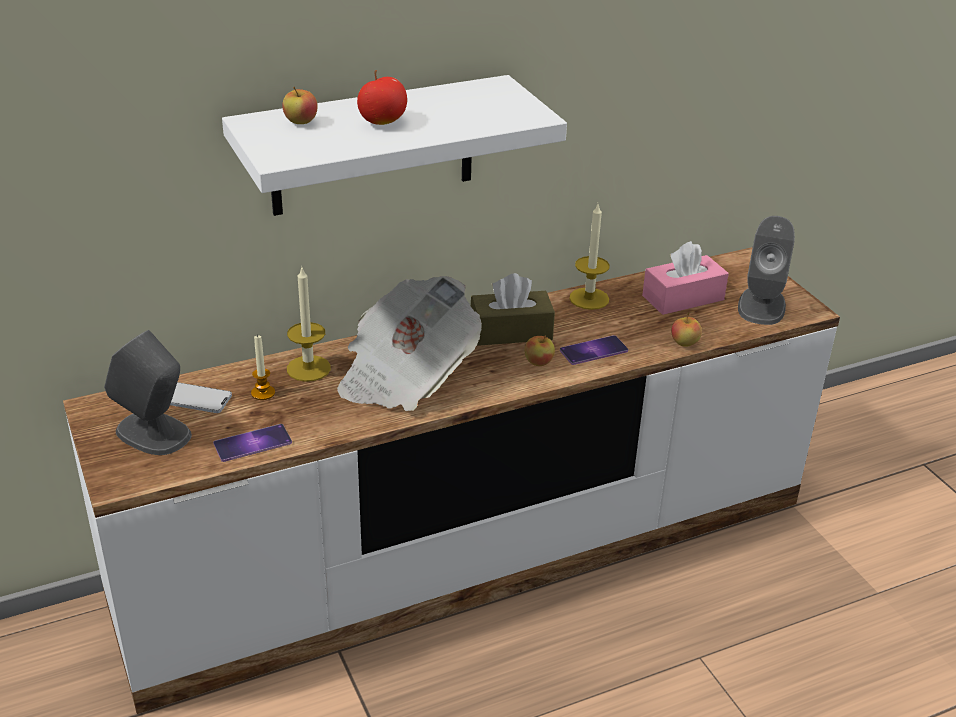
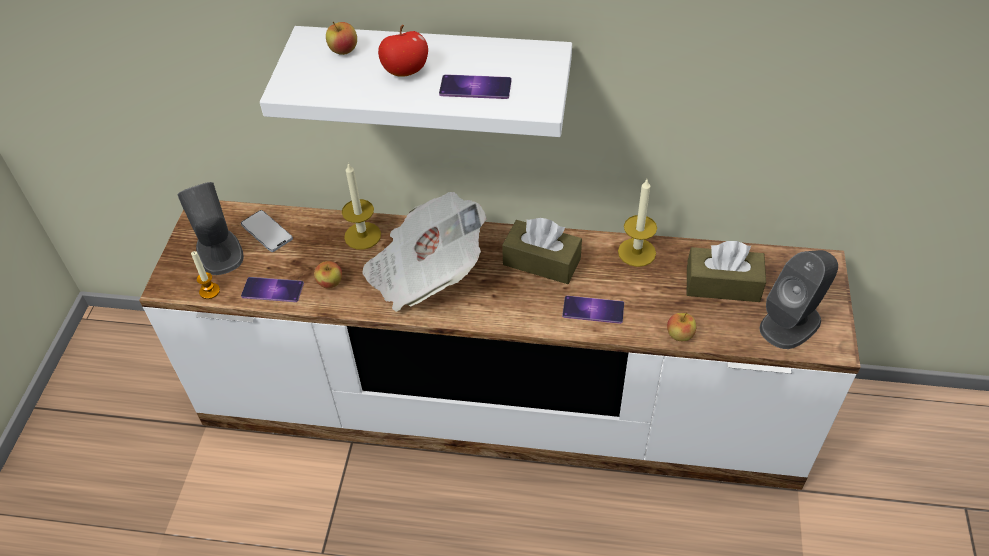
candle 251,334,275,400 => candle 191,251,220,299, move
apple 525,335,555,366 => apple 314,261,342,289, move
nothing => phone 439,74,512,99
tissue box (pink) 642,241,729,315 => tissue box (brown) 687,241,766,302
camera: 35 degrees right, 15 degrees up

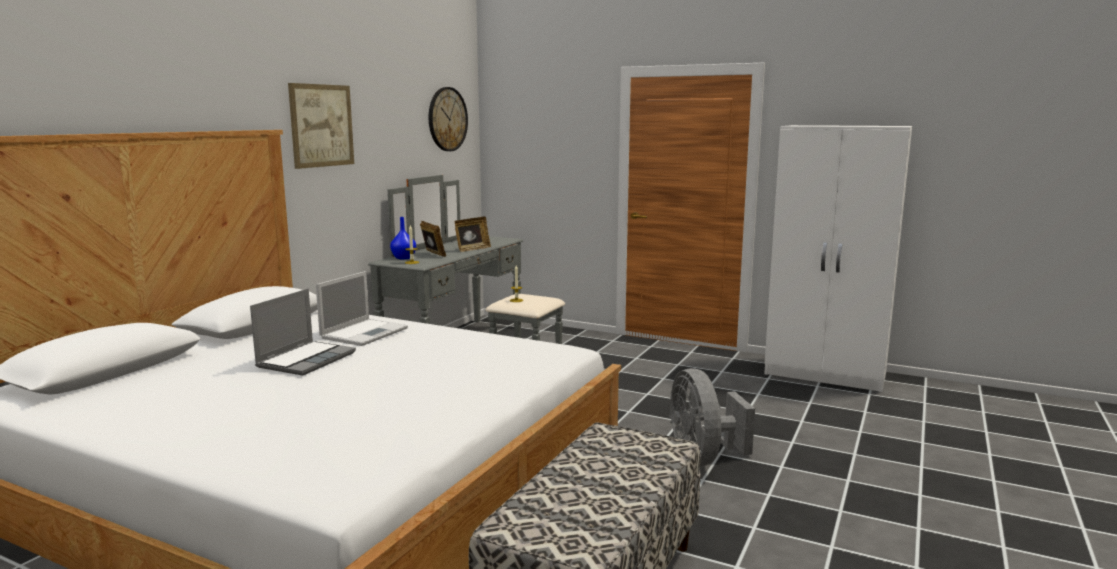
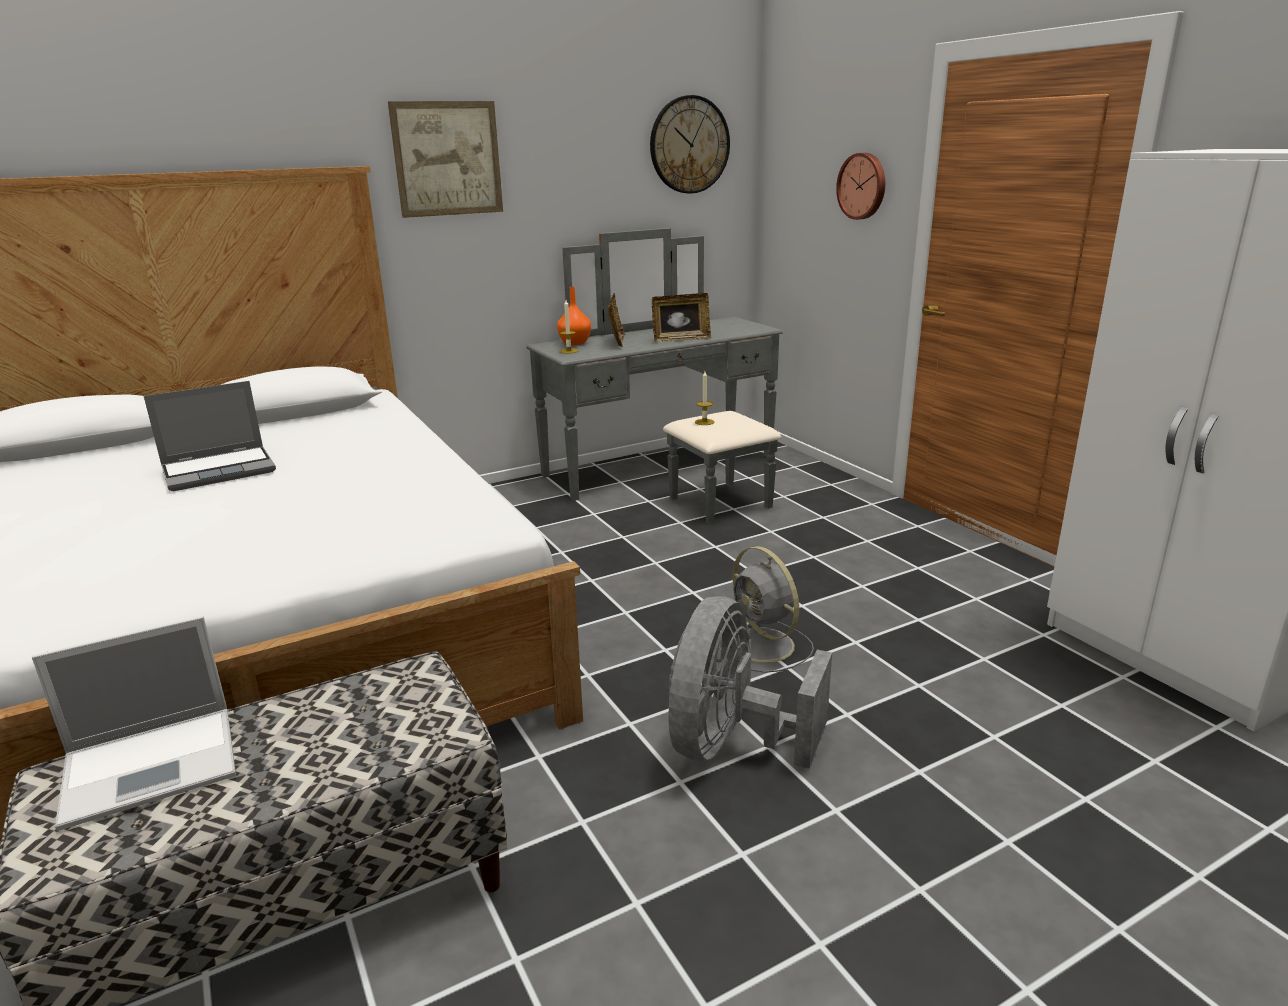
laptop 316,271,408,346 => laptop 32,616,236,831, move
vase (blue) 390,217,416,259 => vase (orange) 557,287,591,345
nothing => fan (grey) 719,546,814,673
nothing => wall clock 836,153,885,220
camera: 35 degrees right, 10 degrees up

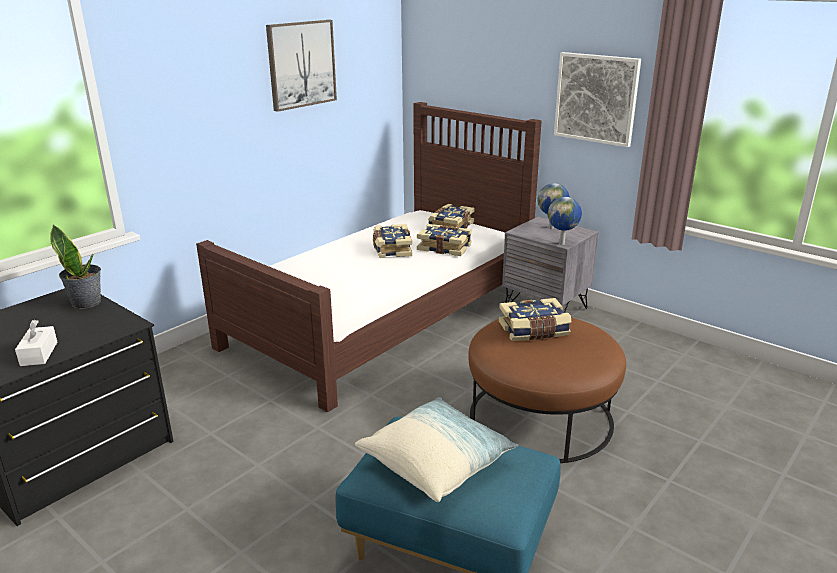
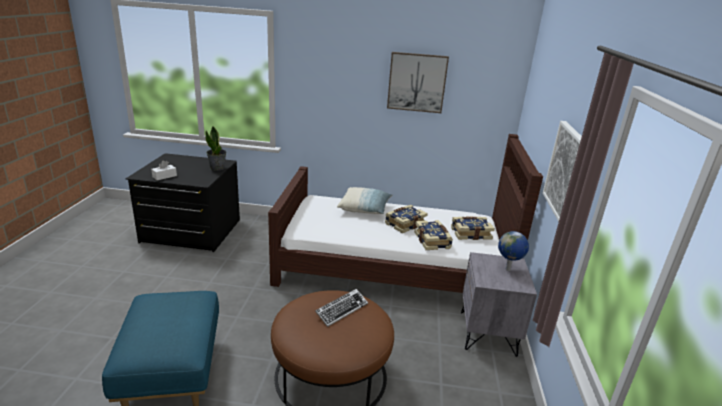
book 499,298,572,341 => keyboard 315,289,368,327
pillow 355,397,518,502 => pillow 337,187,393,214, move
globe 548,197,582,245 => nothing
camera: 55 degrees right, 0 degrees up

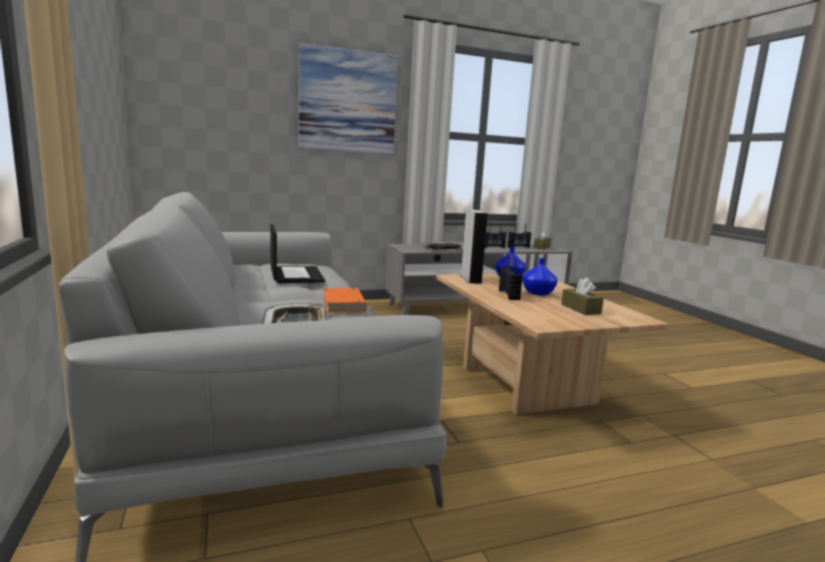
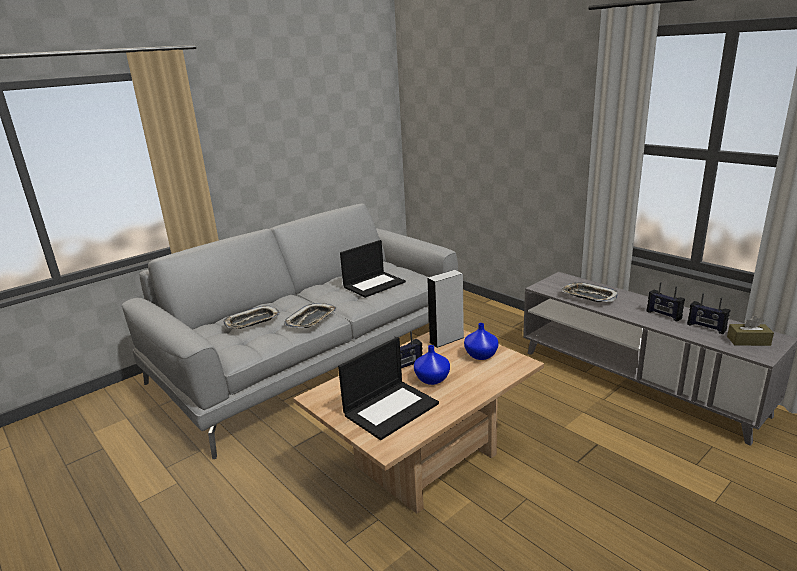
book (orange) 323,288,367,313 => tray 284,303,336,328
tissue box (brown) 561,278,604,315 => laptop 338,337,439,440
picture 299,43,398,155 => nothing
camera: 70 degrees right, 10 degrees up

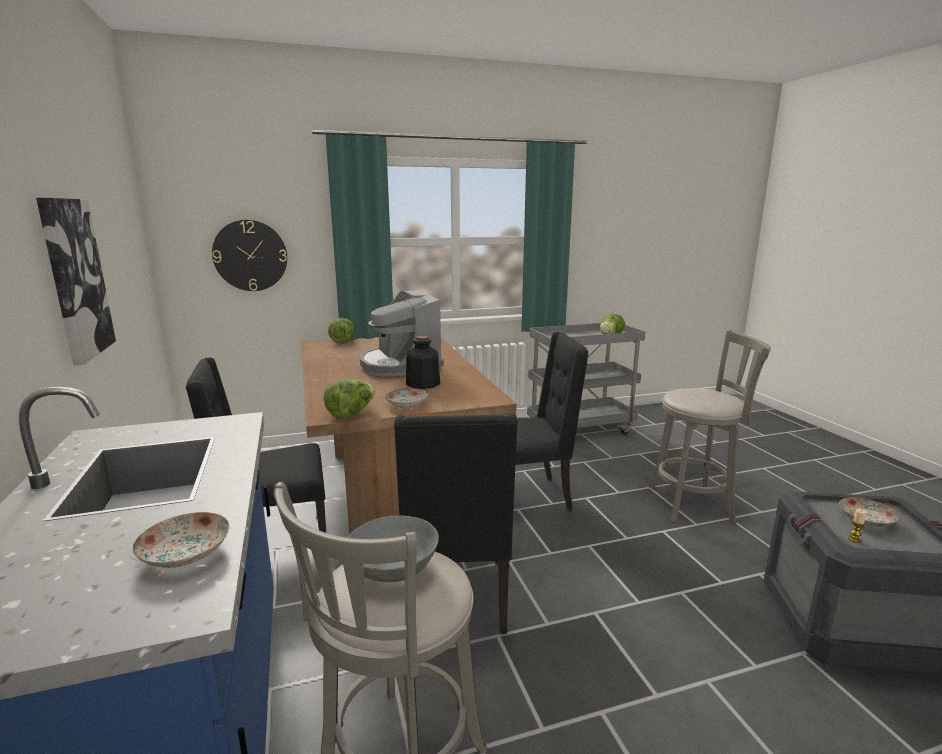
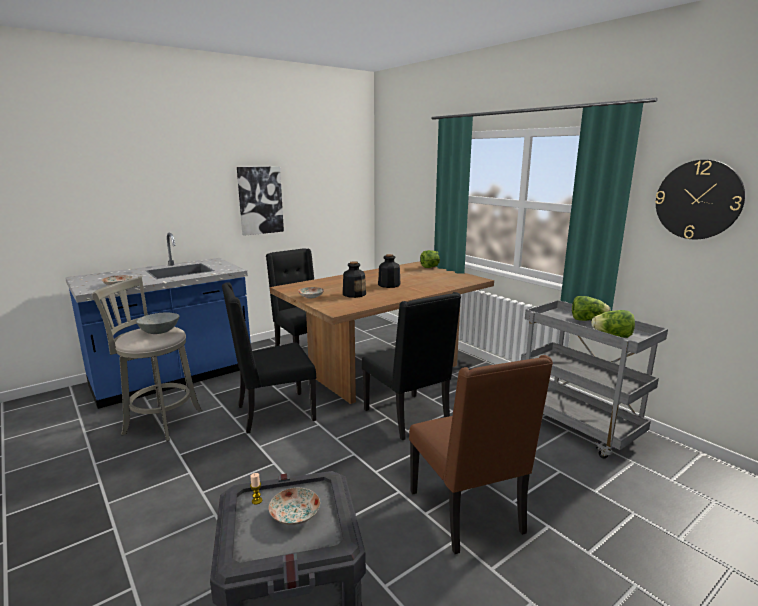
coffee machine 360,290,444,377 => bottle 378,254,401,288
stool (grey) 649,330,771,524 => chair (brown) 409,355,553,554
lettuce 324,379,375,419 => lettuce 572,296,610,321, move
wall clock 212,220,287,291 => wall clock 655,160,745,239, move
camera: 70 degrees right, 0 degrees up

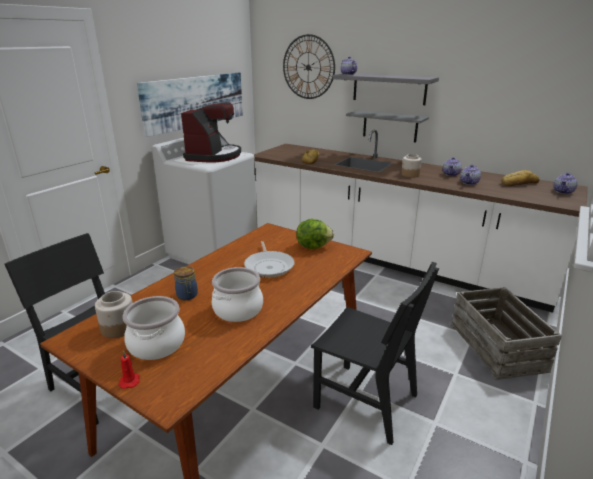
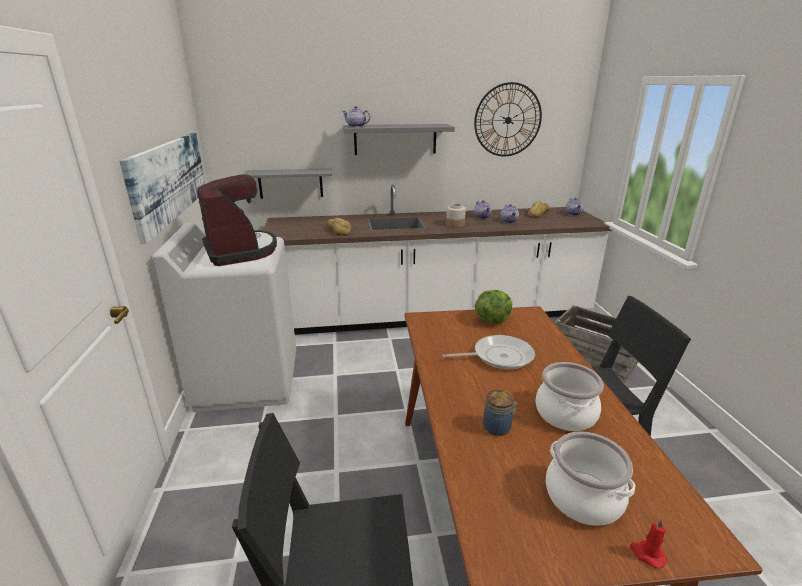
shelf (grey) 346,110,429,143 => shelf (grey) 243,168,332,199, move
frying pan 244,241,295,278 => frying pan 443,335,535,370, 45 degrees counterclockwise
wall clock 283,34,335,99 => wall clock 474,82,542,156, move
jar 95,291,133,338 => nothing
camera: 40 degrees left, 0 degrees up

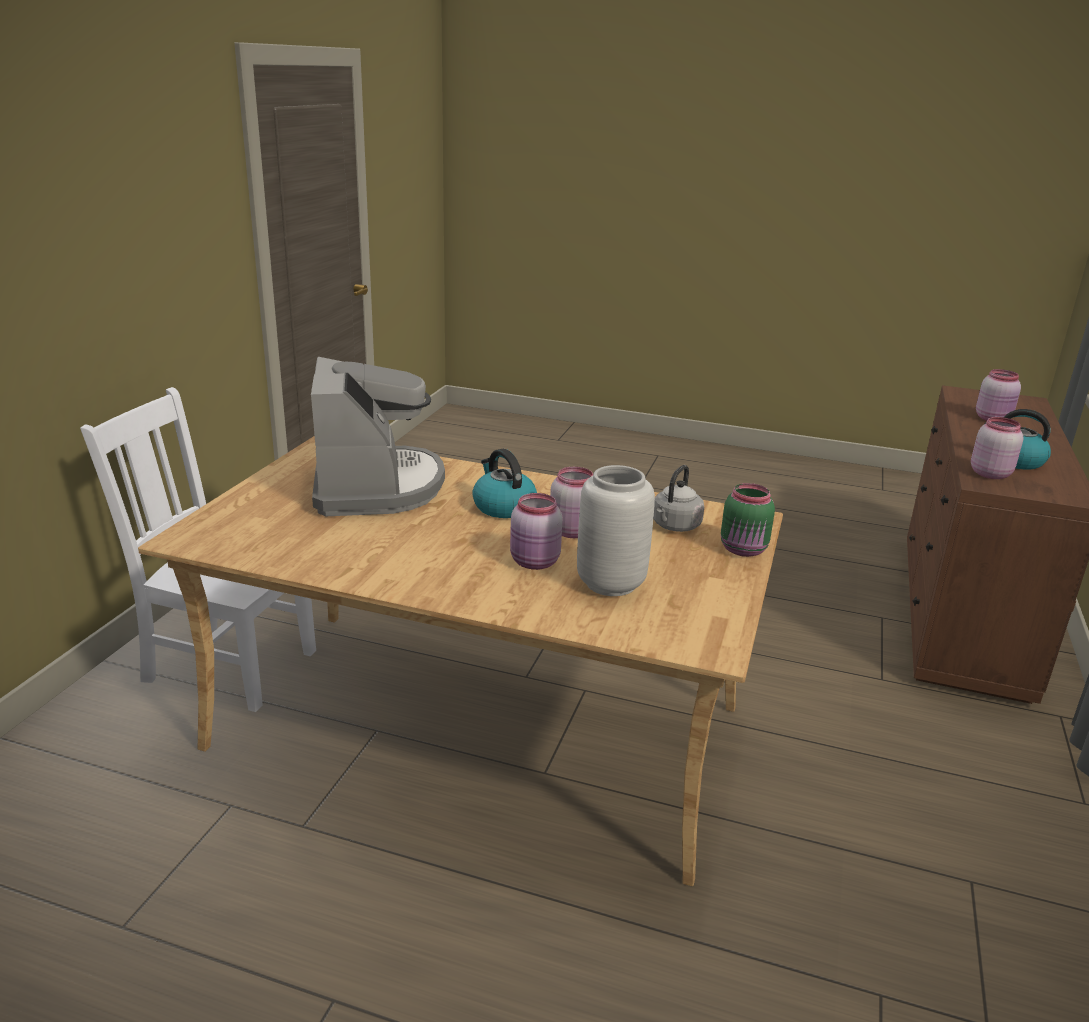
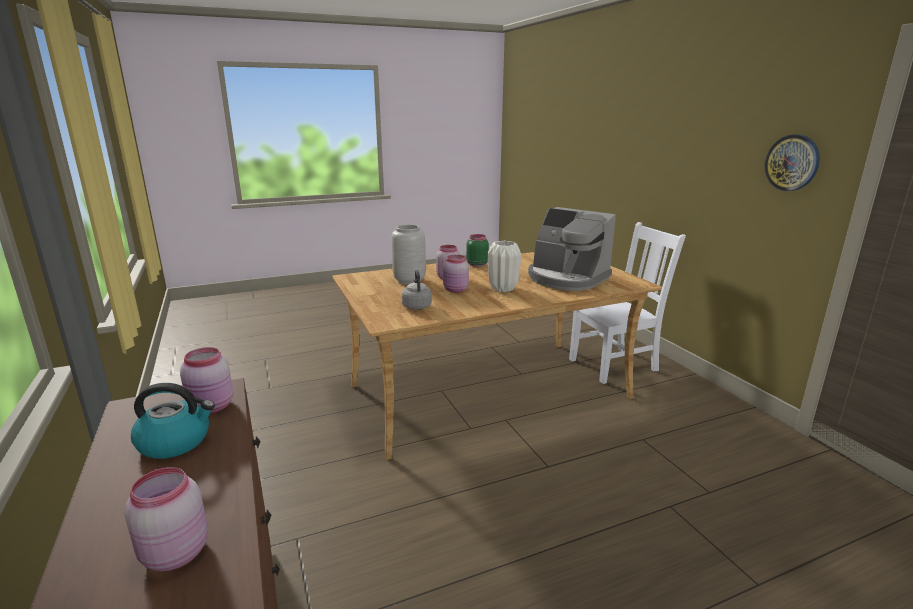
jar (green) 721,483,775,557 => jar (green) 466,234,489,267, move
kettle 472,449,537,518 => vase (white) 488,241,521,292
nothing => wall clock 764,134,820,191
camera: 140 degrees right, 5 degrees down

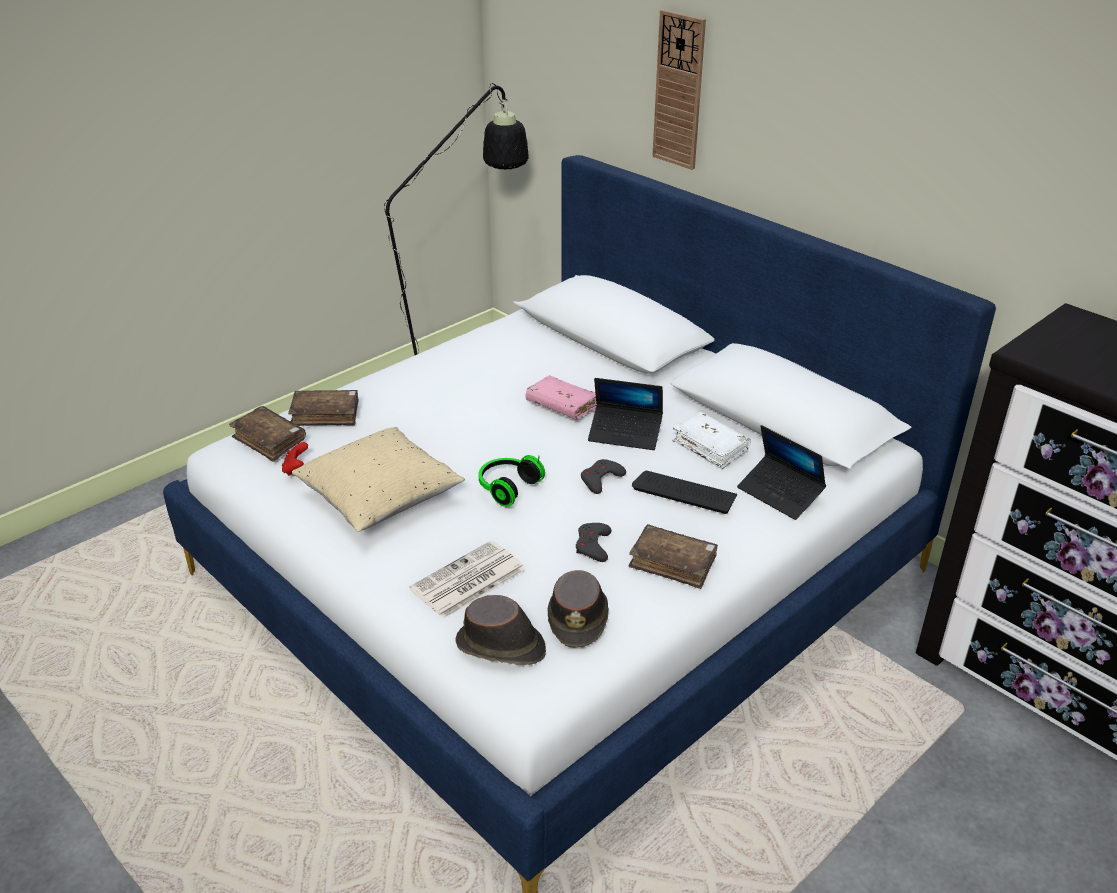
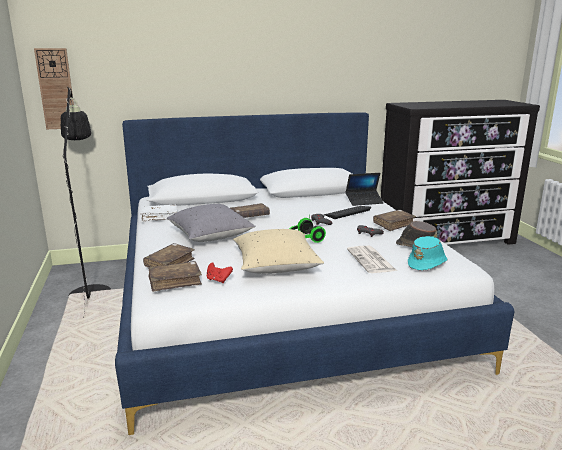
wall clock 652,10,706,170 => wall clock 34,48,74,129, move
book (white) 672,412,751,469 => book (white) 140,204,177,222, move
nothing => pillow (grey) 167,204,256,242
book (pink) 525,375,596,419 => book (brown) 230,203,270,218
hat (brown) 455,595,546,665 => hat (turquoise) 408,236,448,270
laptop 588,378,663,450 => nothing
camera: 60 degrees left, 15 degrees down

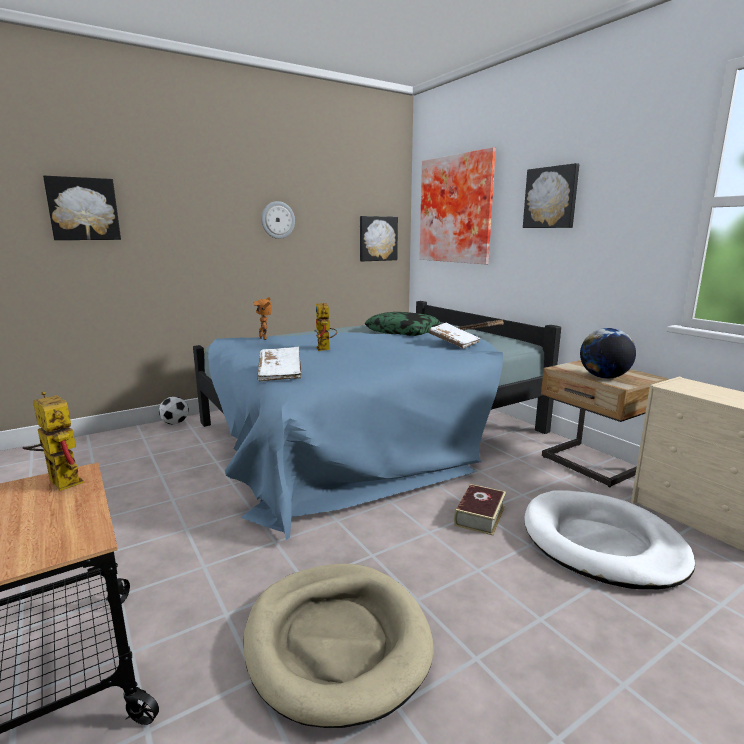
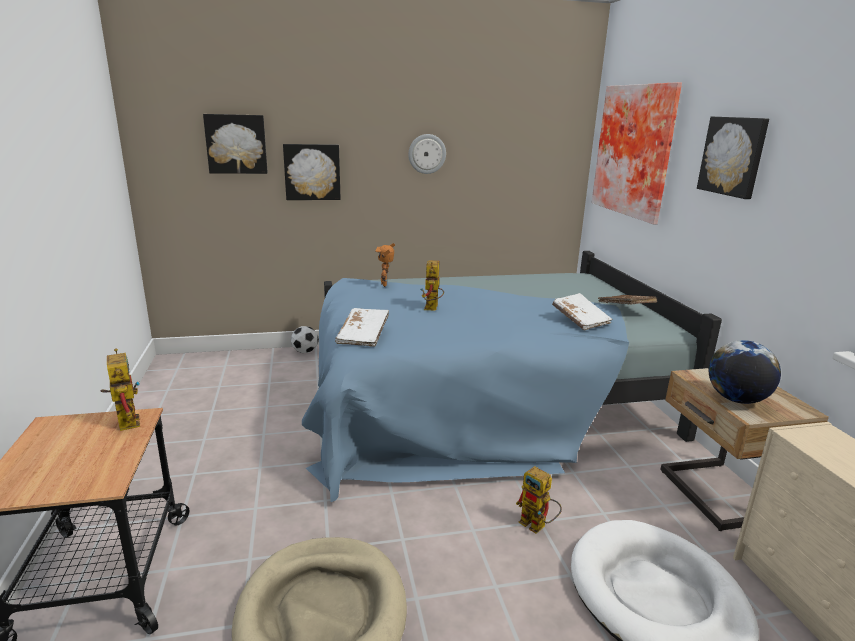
picture 360,216,398,261 => picture 283,144,341,200, move
book 454,484,506,536 => toy robot 516,466,562,534
pillow 365,312,441,336 => nothing
camera: 20 degrees right, 5 degrees up

